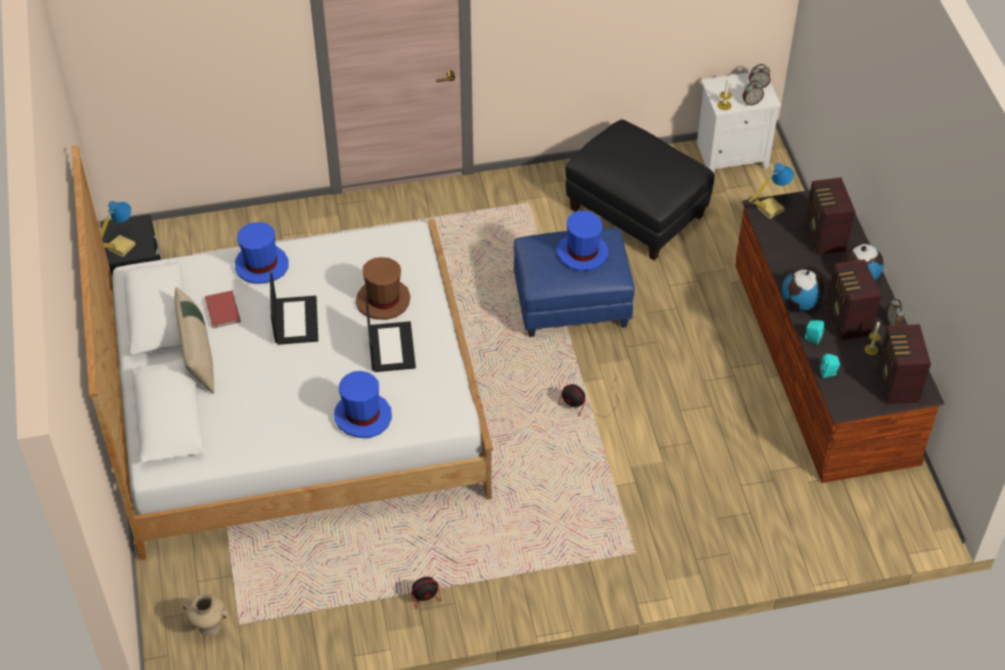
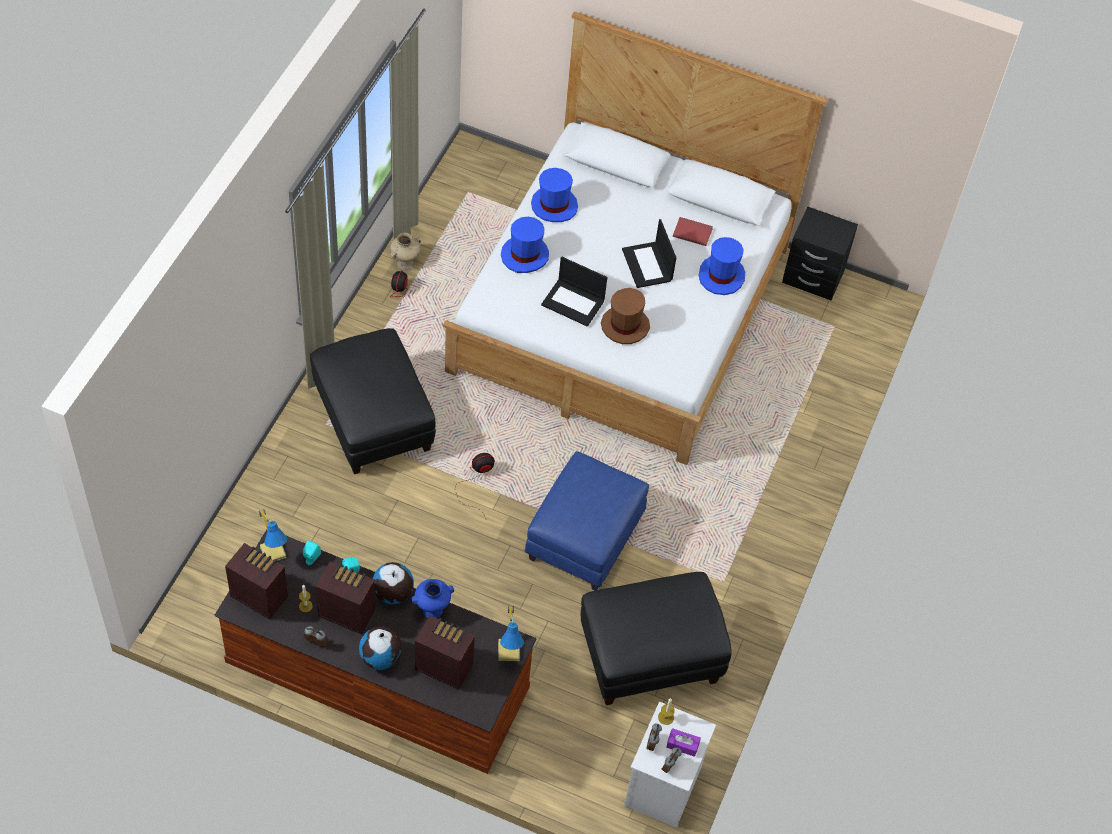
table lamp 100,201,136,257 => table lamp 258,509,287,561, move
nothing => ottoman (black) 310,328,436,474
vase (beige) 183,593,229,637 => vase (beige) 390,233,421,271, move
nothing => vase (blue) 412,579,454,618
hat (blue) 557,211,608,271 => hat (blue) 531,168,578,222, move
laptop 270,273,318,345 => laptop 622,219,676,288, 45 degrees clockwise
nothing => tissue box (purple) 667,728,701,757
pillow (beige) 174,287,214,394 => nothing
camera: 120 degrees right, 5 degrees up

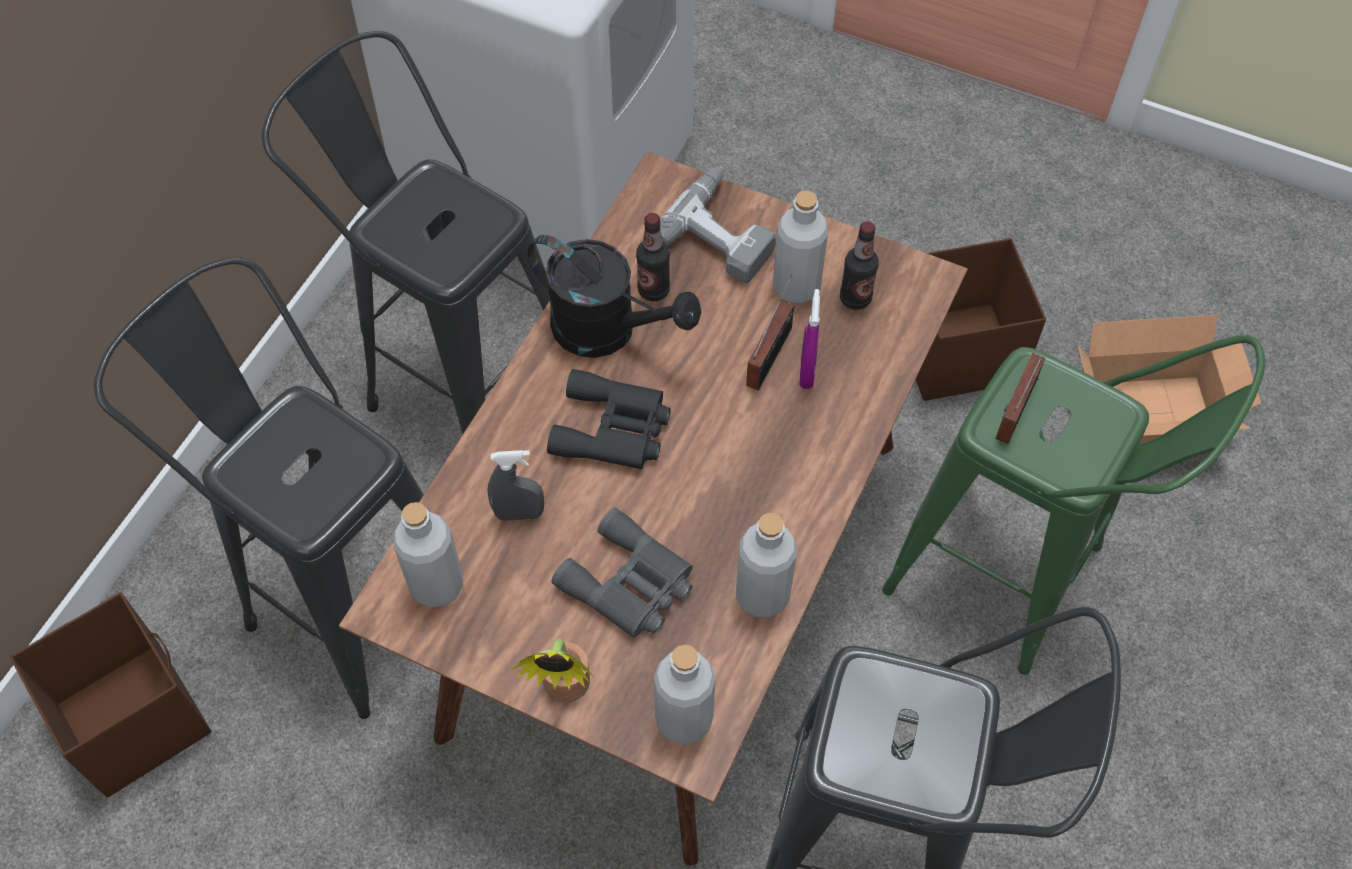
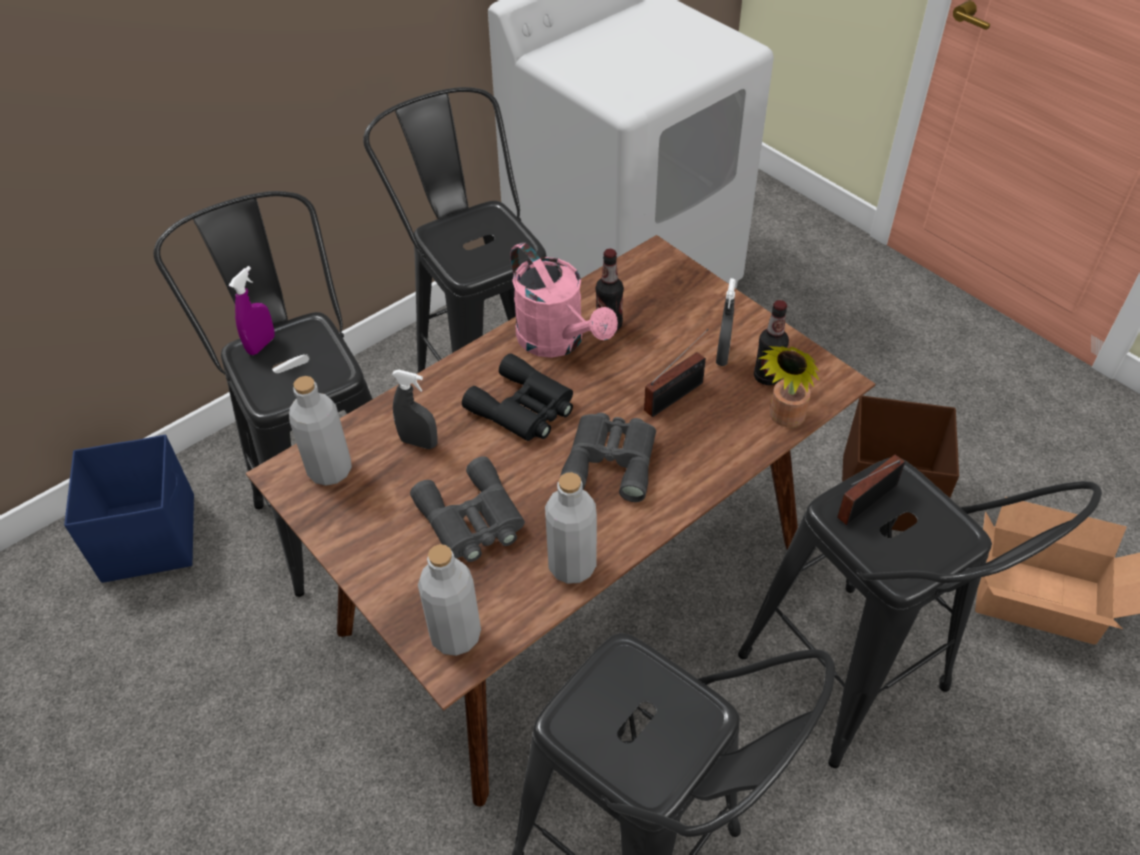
storage box (brown) 10,592,212,797 => storage box (blue) 64,435,194,583
spray bottle (purple) 799,289,820,389 => spray bottle (purple) 229,266,274,355, move
watering can (black) 527,235,701,358 => watering can (pink) 510,242,618,358
nothing => binoculars (grey) 560,413,656,502
bottle (grey) 773,191,828,304 => spray bottle (grey) 716,278,736,366
stool (green) 882,335,1265,675 => stool (black) 738,458,1102,768
potted plant 512,639,594,703 => potted plant 758,346,820,427, move
power drill 660,166,776,283 => nothing
camera: 25 degrees right, 10 degrees down

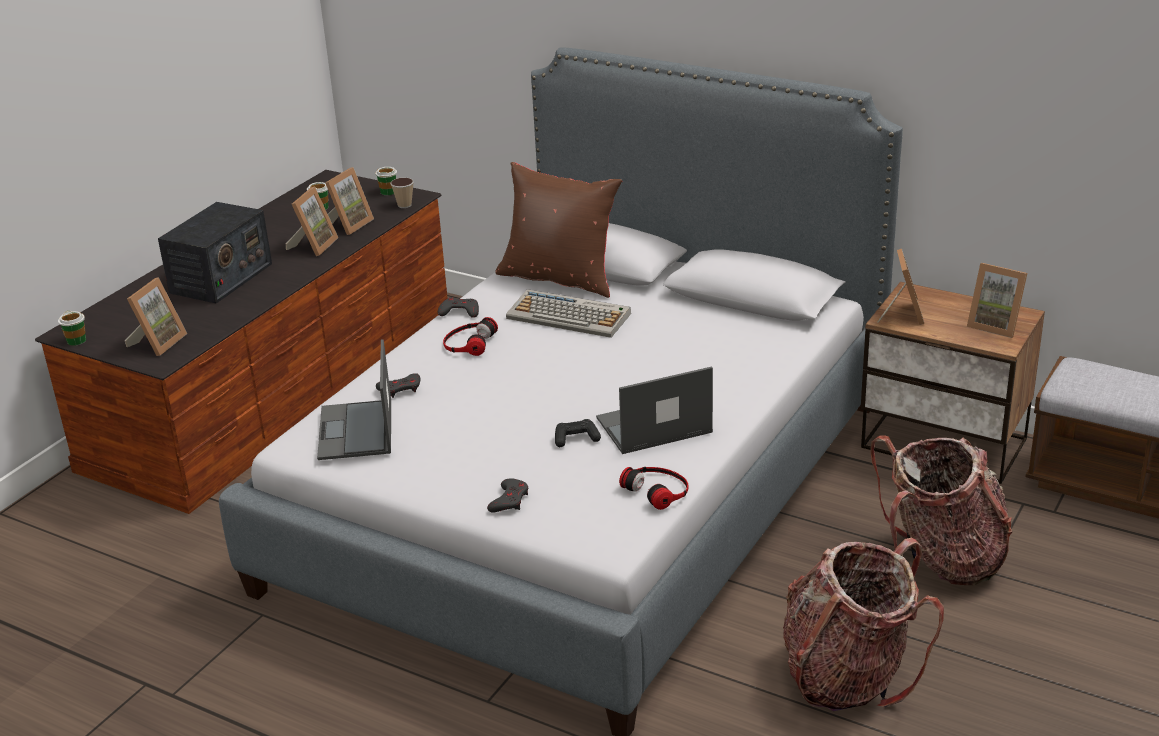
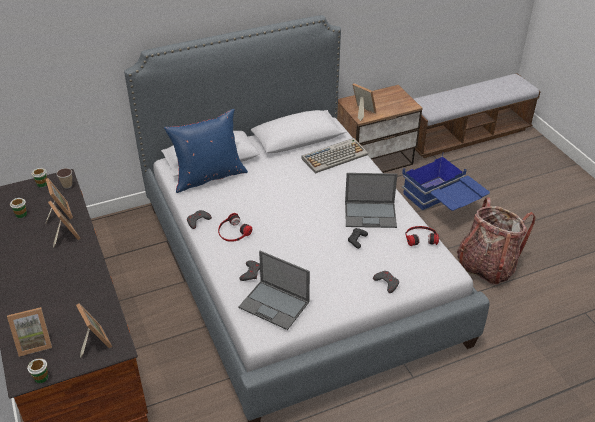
picture frame 967,263,1028,338 => picture frame 7,307,52,357, move
pillow (brown) 495,162,622,298 => pillow (blue) 164,109,248,193
keyboard 506,289,631,338 => keyboard 301,138,368,174, move
laptop 596,366,713,454 => laptop 345,173,397,228, 105 degrees counterclockwise
backpack 870,435,1012,585 => storage box (blue) 402,154,490,211
radio 158,202,272,303 => nothing
camera: 55 degrees left, 10 degrees up

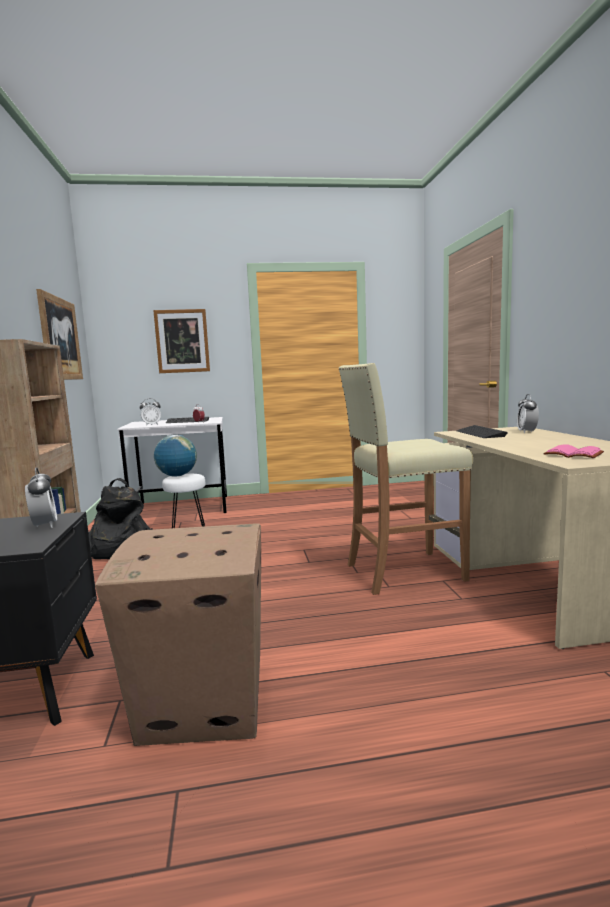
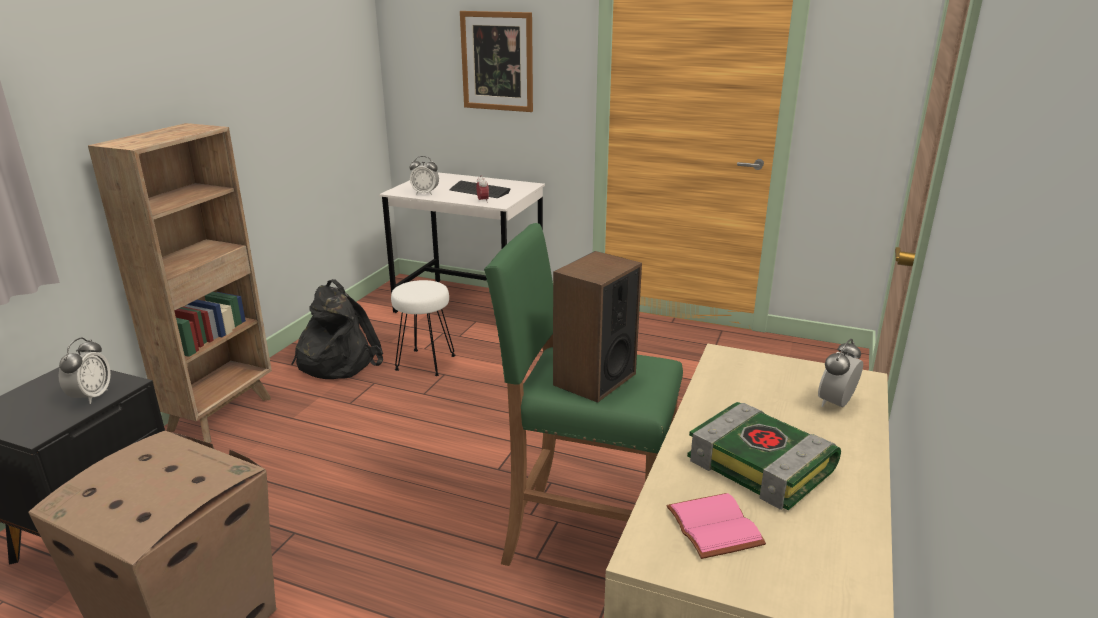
stool (beige) 339,363,473,595 => stool (green) 484,223,683,566
nothing => speaker 553,251,642,403
nothing => book 687,402,841,510
picture 36,289,83,380 => nothing
globe 154,435,197,477 => nothing
keyboard 457,425,508,438 => nothing
camera: 30 degrees right, 15 degrees up

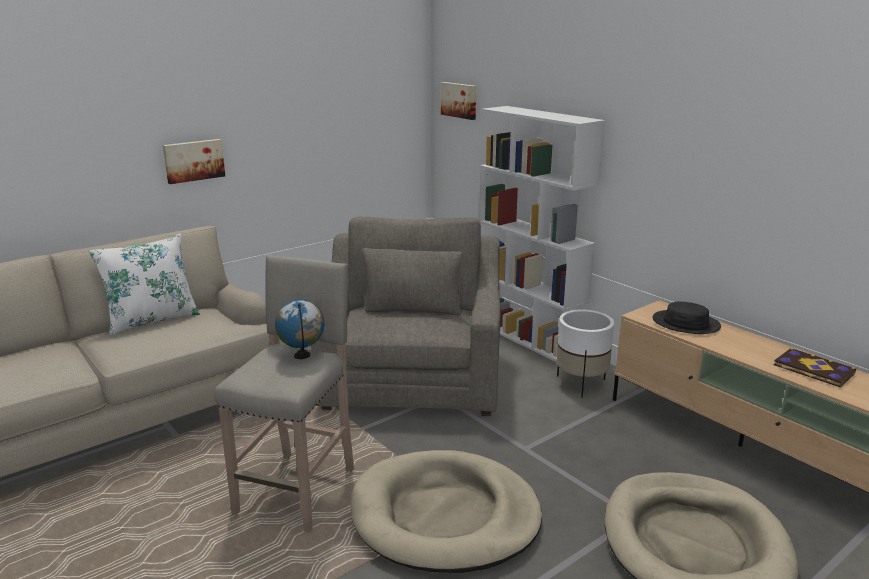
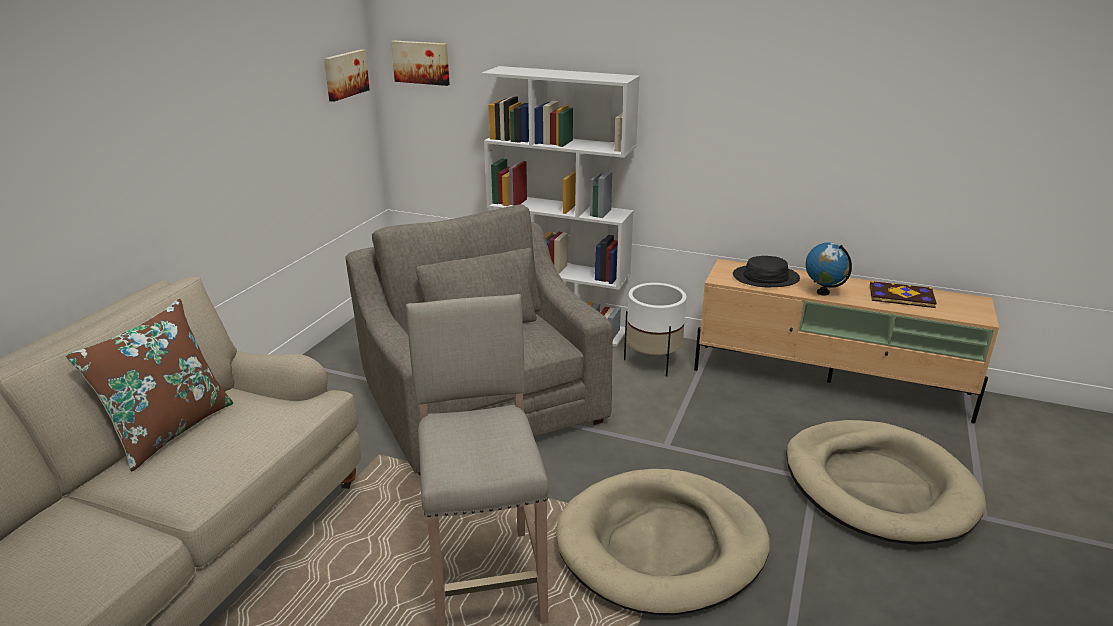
pillow (white) 89,234,200,336 => pillow (brown) 65,299,233,472
picture 163,139,225,184 => picture 324,49,370,102, move
globe 275,299,325,359 => globe 806,242,852,295, move
camera: 30 degrees left, 5 degrees up

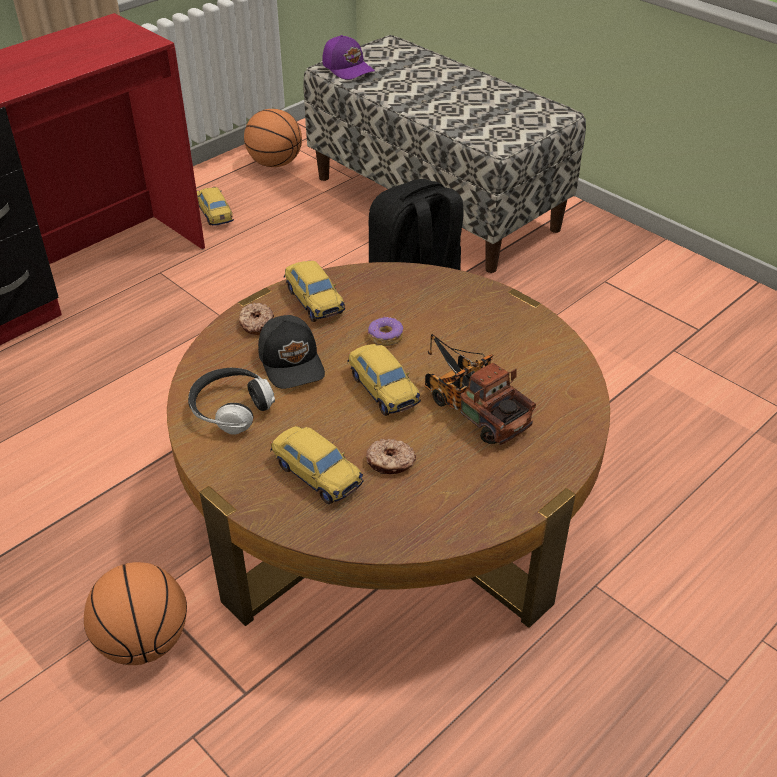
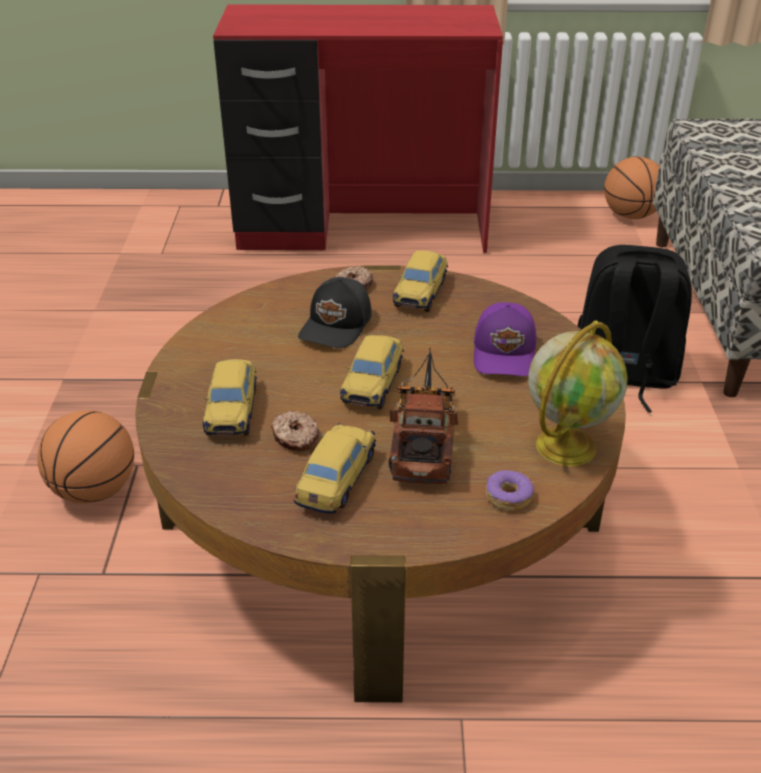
toy car 197,187,234,226 => toy car 294,423,376,514, move
cap (purple) 322,35,375,80 => cap (purple) 474,302,536,376, move
donut 368,316,403,346 => donut 486,470,534,511, move
nothing => globe 528,320,628,466
headphones 188,368,275,435 => nothing
camera: 45 degrees right, 5 degrees down

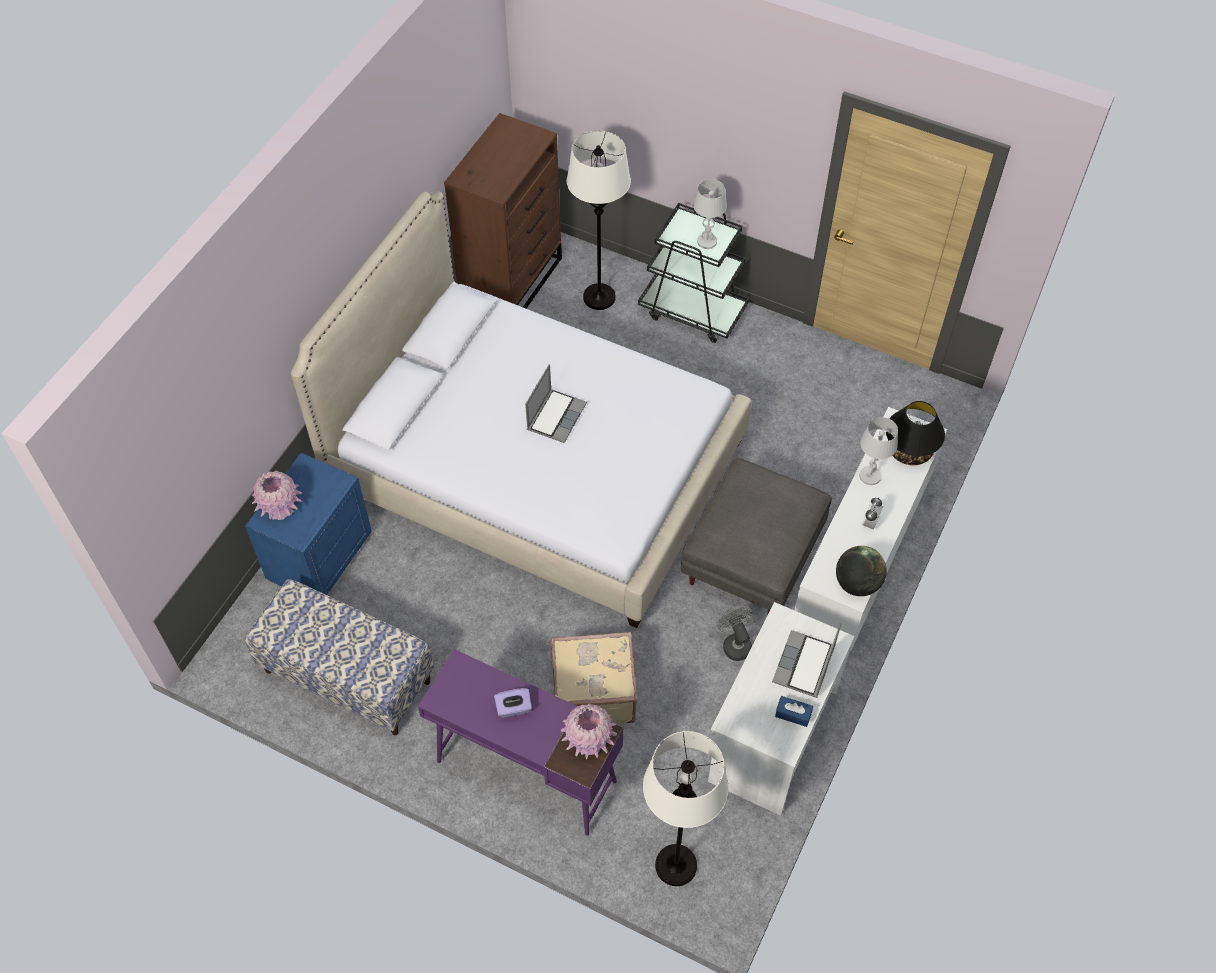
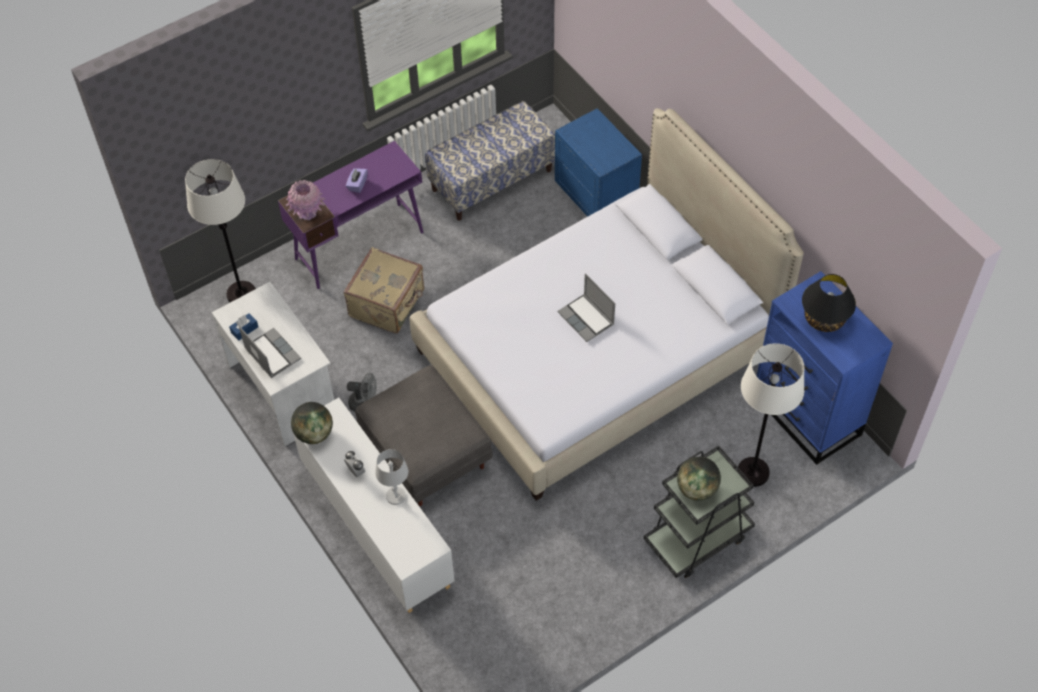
table lamp (white) 693,179,727,249 => globe 677,457,721,501
dresser (brown) 444,113,562,309 => dresser (blue) 757,271,893,465
table lamp (black) 886,401,945,465 => table lamp (black) 802,274,856,332, move
vase (pink) 252,471,302,520 => nothing
camera: 120 degrees right, 0 degrees up

